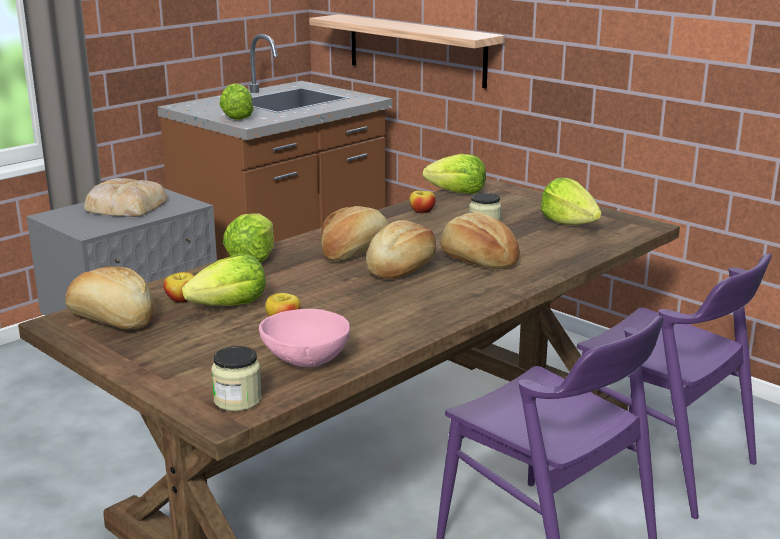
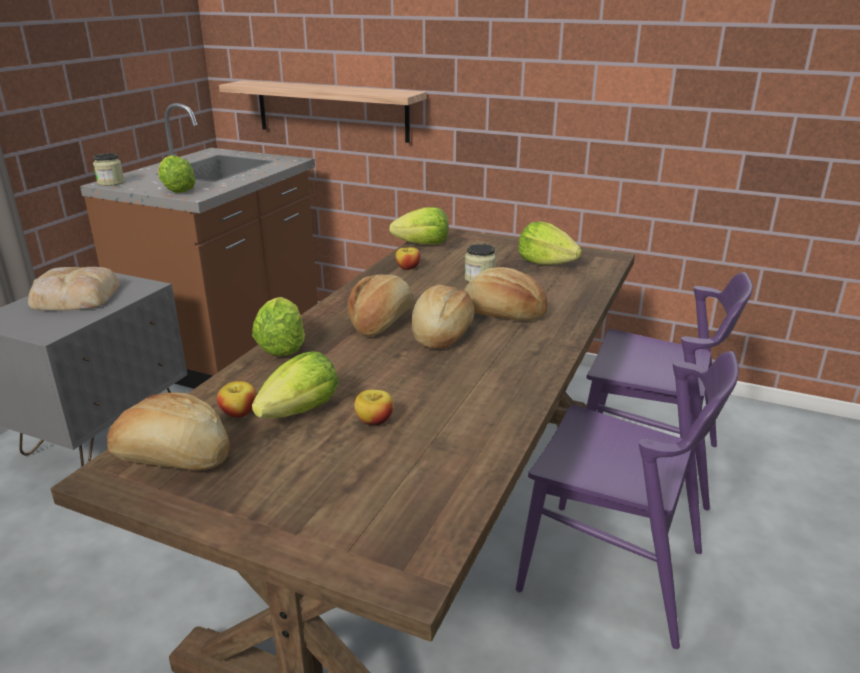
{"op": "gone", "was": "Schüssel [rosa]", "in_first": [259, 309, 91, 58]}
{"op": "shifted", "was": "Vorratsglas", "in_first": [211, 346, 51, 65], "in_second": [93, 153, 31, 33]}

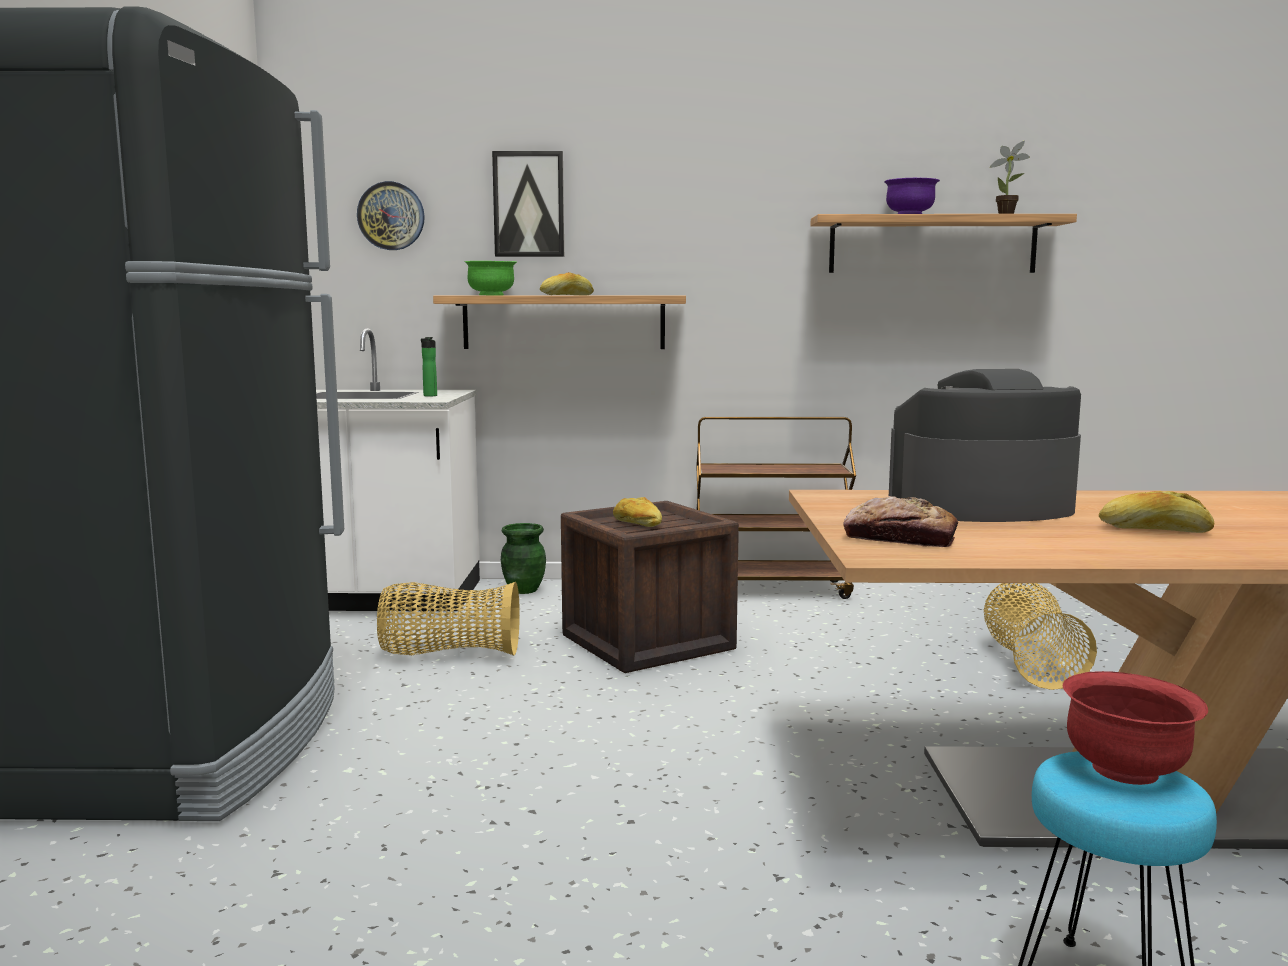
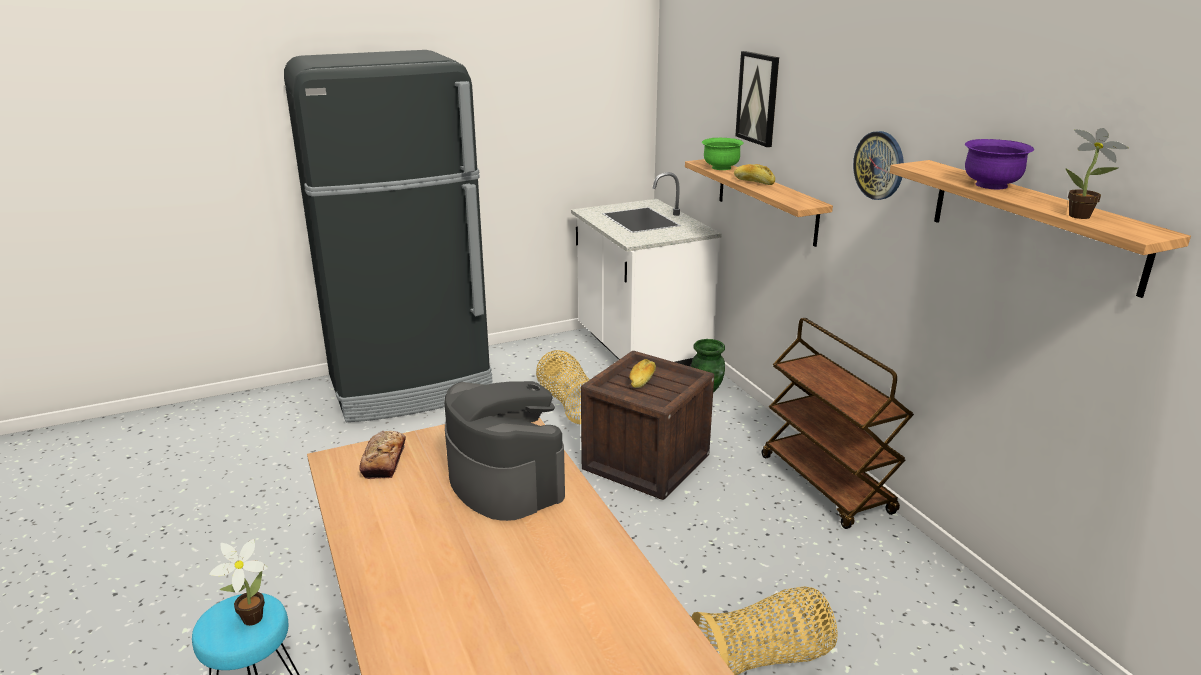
{"op": "gone", "was": "Flasche", "in_first": [421, 337, 16, 60]}
{"op": "gone", "was": "Brot", "in_first": [1099, 491, 115, 42]}
{"op": "shifted", "was": "Wanduhr", "in_first": [357, 181, 68, 69], "in_second": [853, 131, 51, 69]}
{"op": "swapped", "was": "Schüssel [rot]", "now": "Topfpflanze", "in_first": [1063, 671, 145, 114], "in_second": [210, 539, 58, 87]}

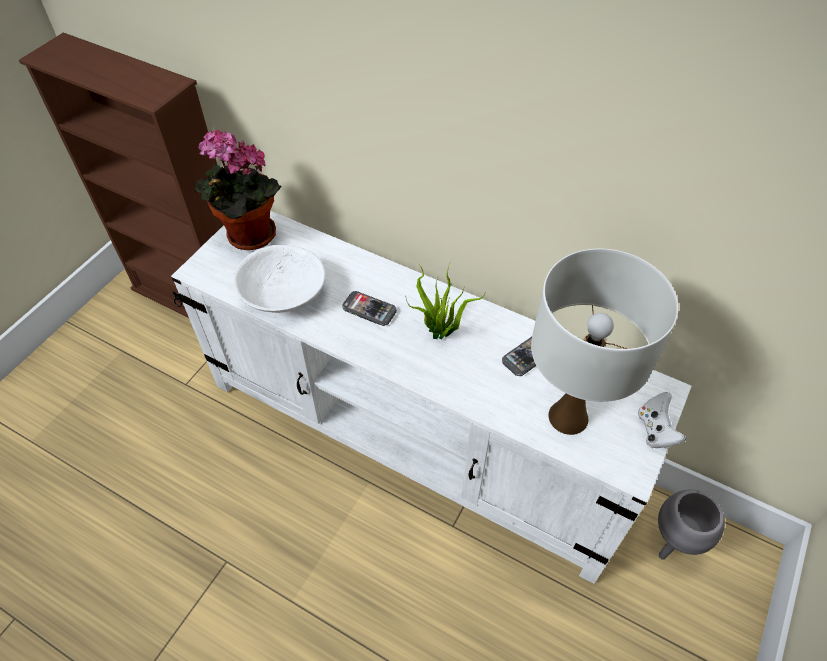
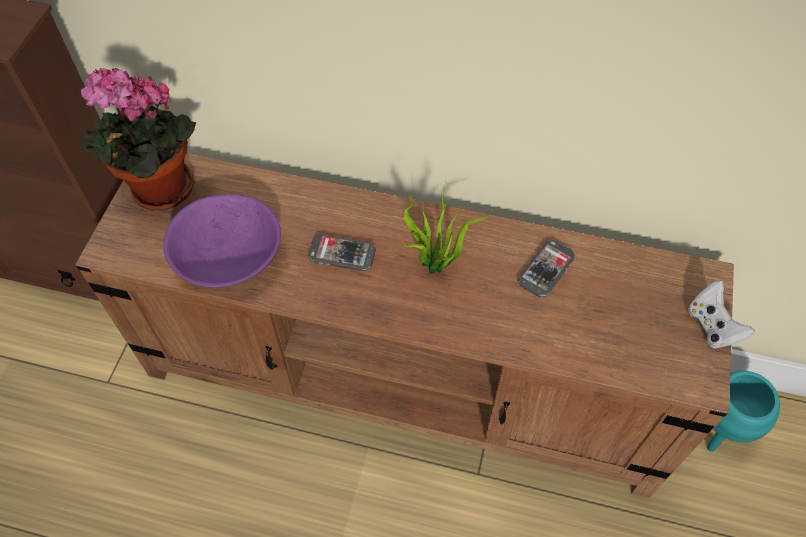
{"op": "gone", "was": "Tischlampe [weiß]", "in_first": [531, 248, 147, 187]}
{"op": "repainted", "was": "Fernsehschrank [weiß]", "now": "Fernsehschrank [braun]", "in_first": [171, 211, 521, 373], "in_second": [75, 153, 659, 345]}
{"op": "repainted", "was": "Schüssel [weiß]", "now": "Schüssel [lila]", "in_first": [233, 245, 92, 68], "in_second": [163, 194, 118, 94]}
{"op": "repainted", "was": "Pflanzkübel [grau]", "now": "Pflanzkübel [türkis]", "in_first": [658, 489, 67, 71], "in_second": [707, 371, 73, 81]}

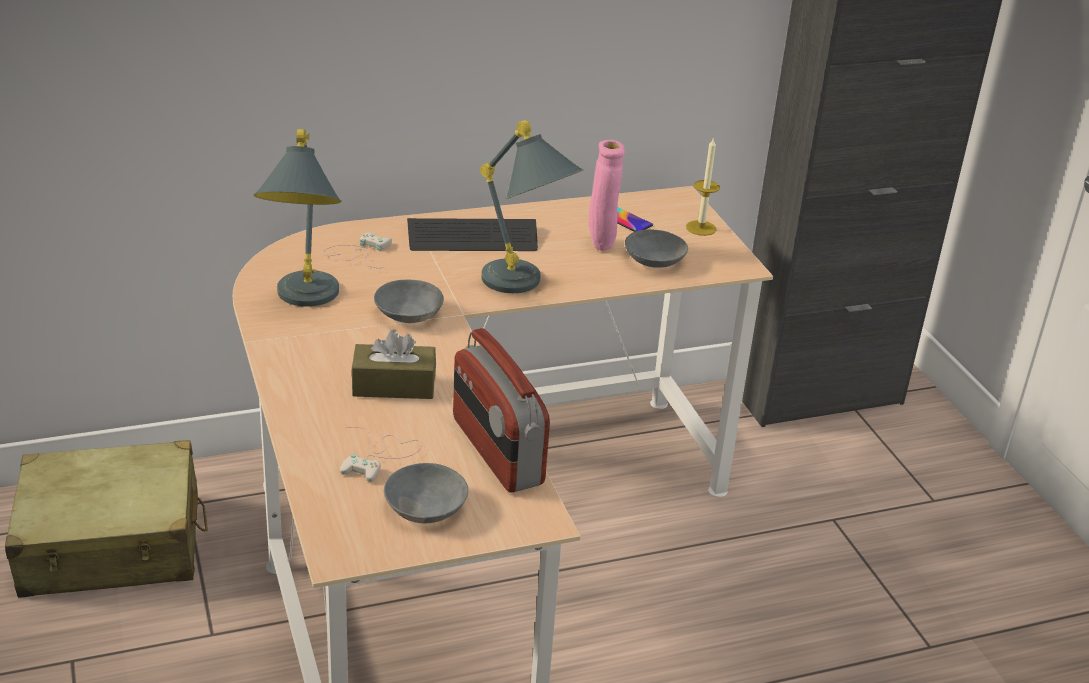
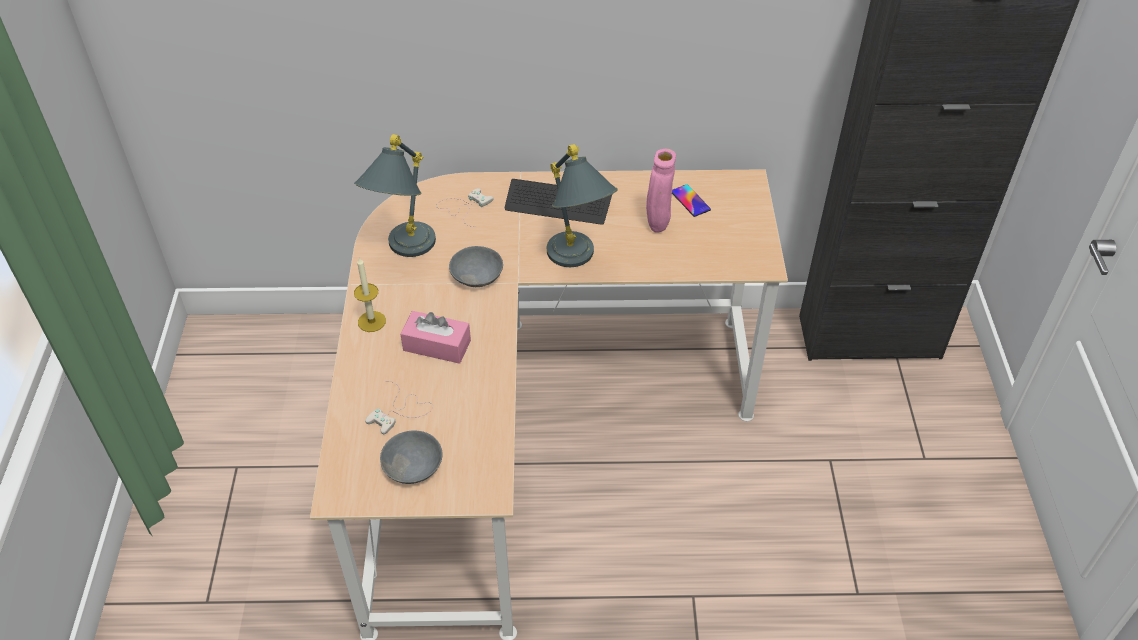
{"op": "gone", "was": "Koffer [beige]", "in_first": [5, 440, 203, 158]}
{"op": "gone", "was": "Radio", "in_first": [453, 328, 97, 164]}
{"op": "gone", "was": "Schüssel [grau]", "in_first": [625, 229, 63, 39]}
{"op": "shifted", "was": "Kerze", "in_first": [686, 137, 34, 99], "in_second": [354, 257, 32, 75]}
{"op": "repainted", "was": "Taschentuchbox [braun]", "now": "Taschentuchbox [rosa]", "in_first": [351, 330, 85, 69], "in_second": [400, 311, 71, 53]}

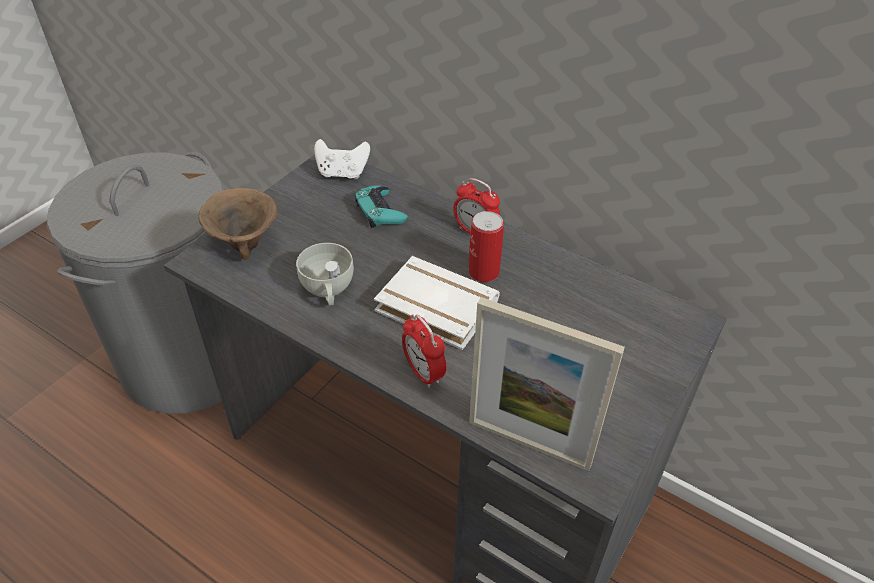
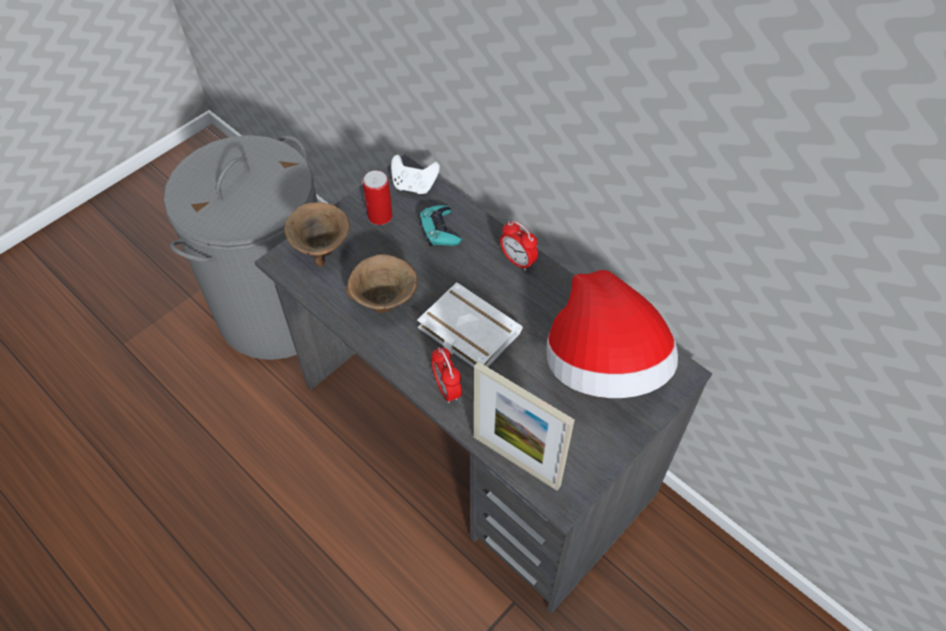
{"op": "new", "now": "Hut", "in_second": [546, 270, 132, 128]}
{"op": "shifted", "was": "Dose", "in_first": [469, 211, 35, 71], "in_second": [363, 171, 29, 54]}
{"op": "swapped", "was": "Tasse [weiß]", "now": "Schüssel [braun]", "in_first": [296, 243, 58, 63], "in_second": [346, 254, 71, 59]}

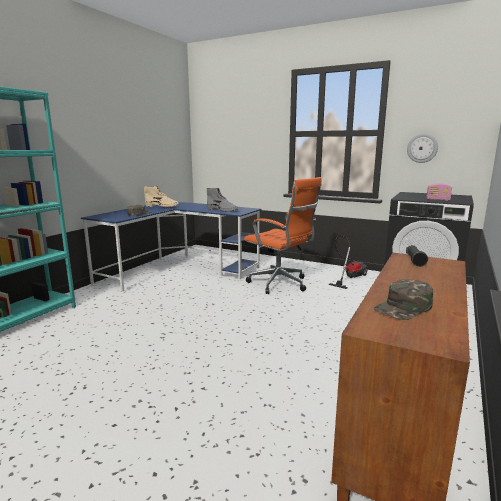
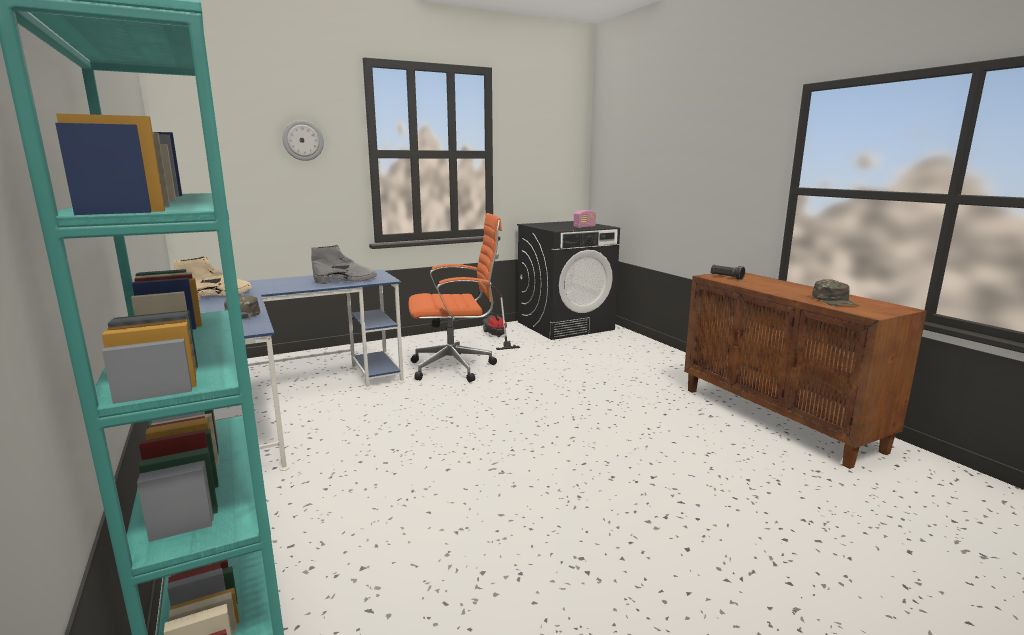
{"op": "shifted", "was": "Wanduhr", "in_first": [407, 134, 31, 29], "in_second": [283, 120, 41, 41]}

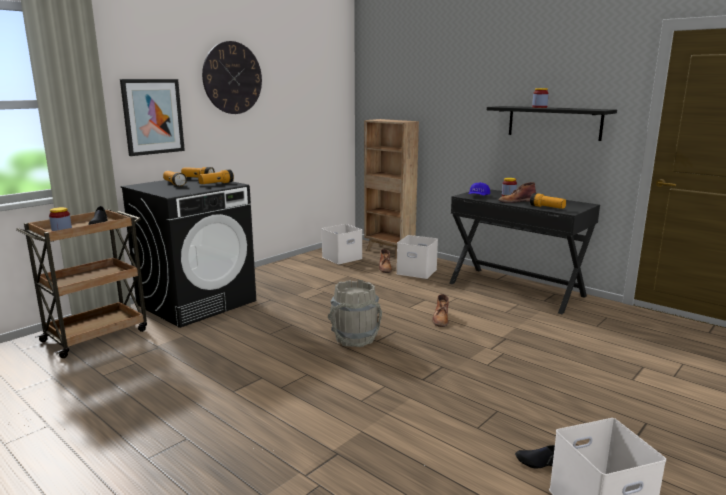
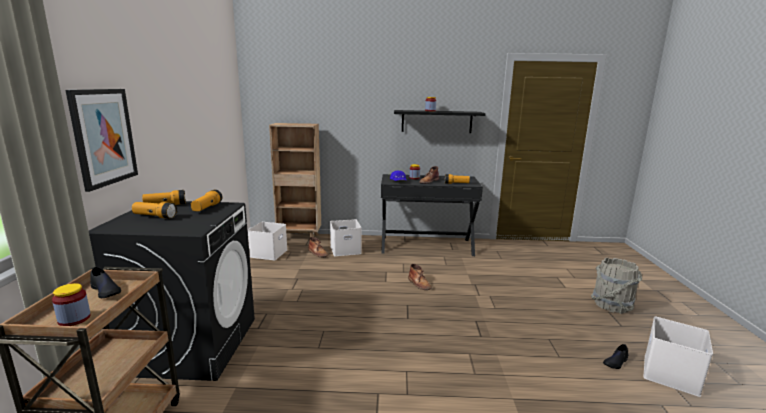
{"op": "gone", "was": "Wanduhr", "in_first": [202, 41, 60, 73]}
{"op": "shifted", "was": "Eimer [grau]", "in_first": [328, 280, 54, 67], "in_second": [591, 258, 51, 56]}

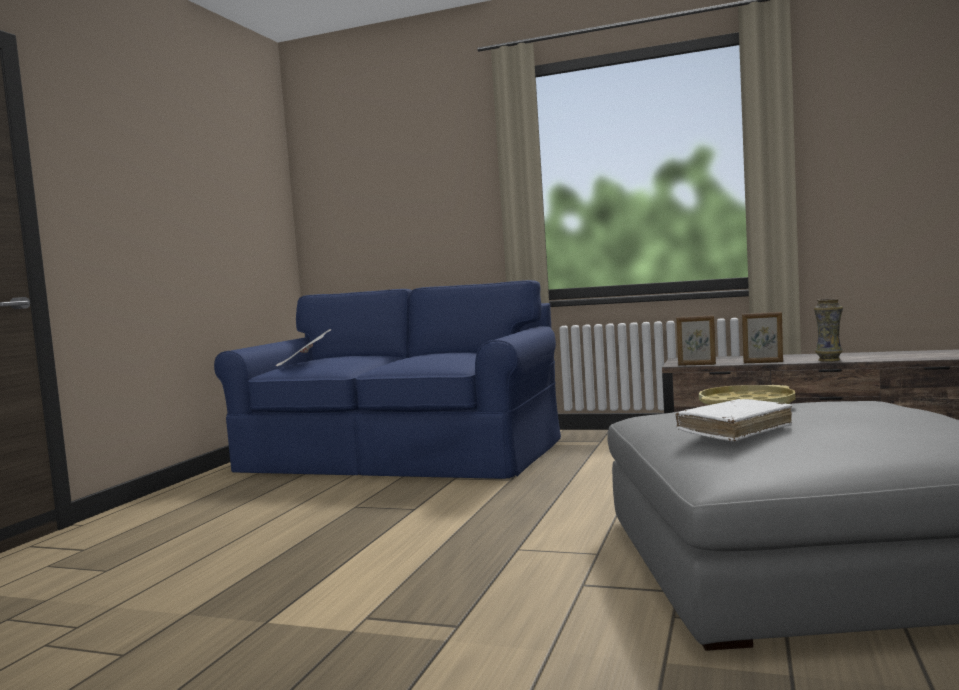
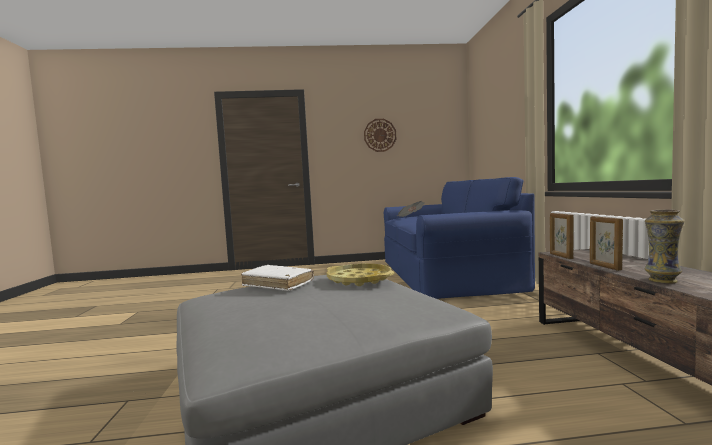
{"op": "new", "now": "Wanduhr", "in_second": [364, 119, 32, 33]}

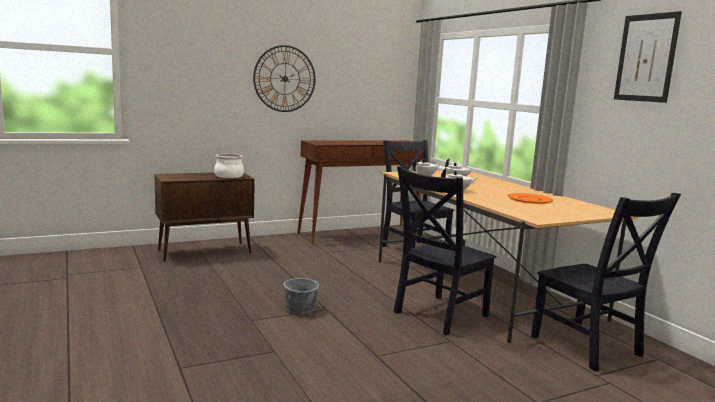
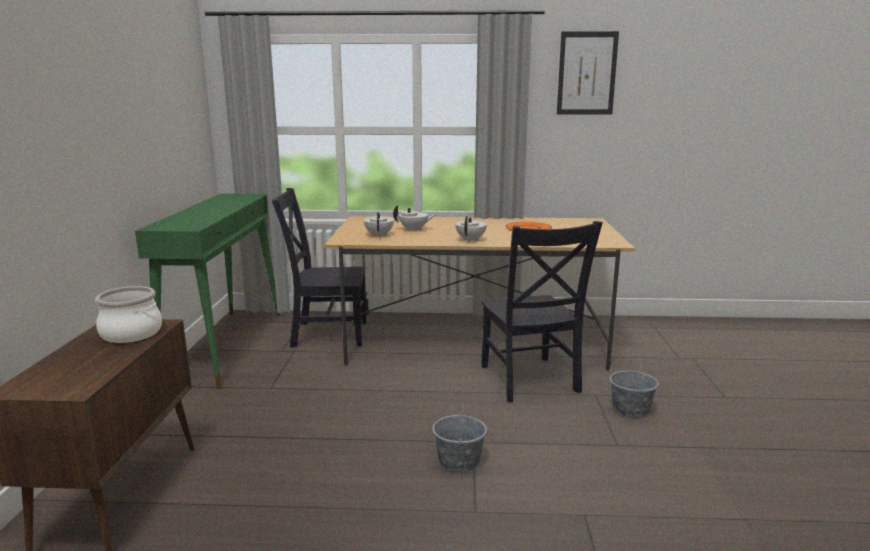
{"op": "gone", "was": "Wanduhr", "in_first": [253, 45, 63, 67]}
{"op": "gone", "was": "Stuhl [schwarz]", "in_first": [531, 193, 150, 178]}
{"op": "new", "now": "Eimer [grau]", "in_second": [610, 357, 49, 61]}
{"op": "repainted", "was": "Konsolentisch [braun]", "now": "Konsolentisch [grün]", "in_first": [297, 140, 127, 104], "in_second": [135, 194, 145, 195]}

